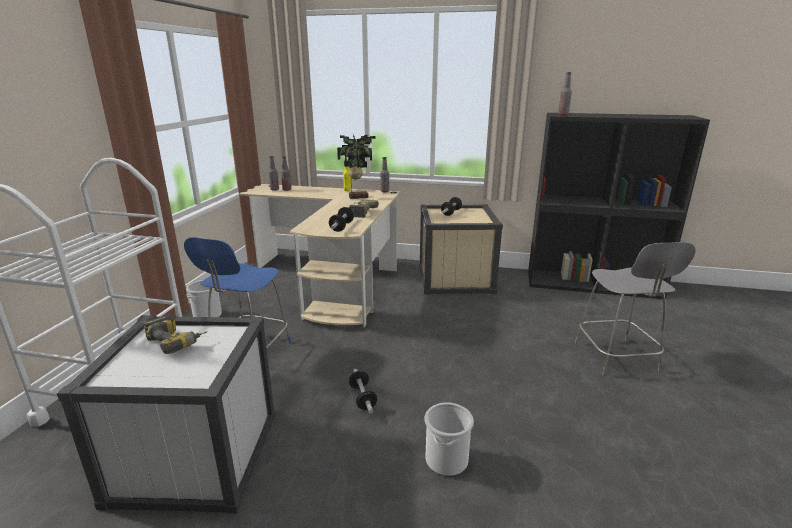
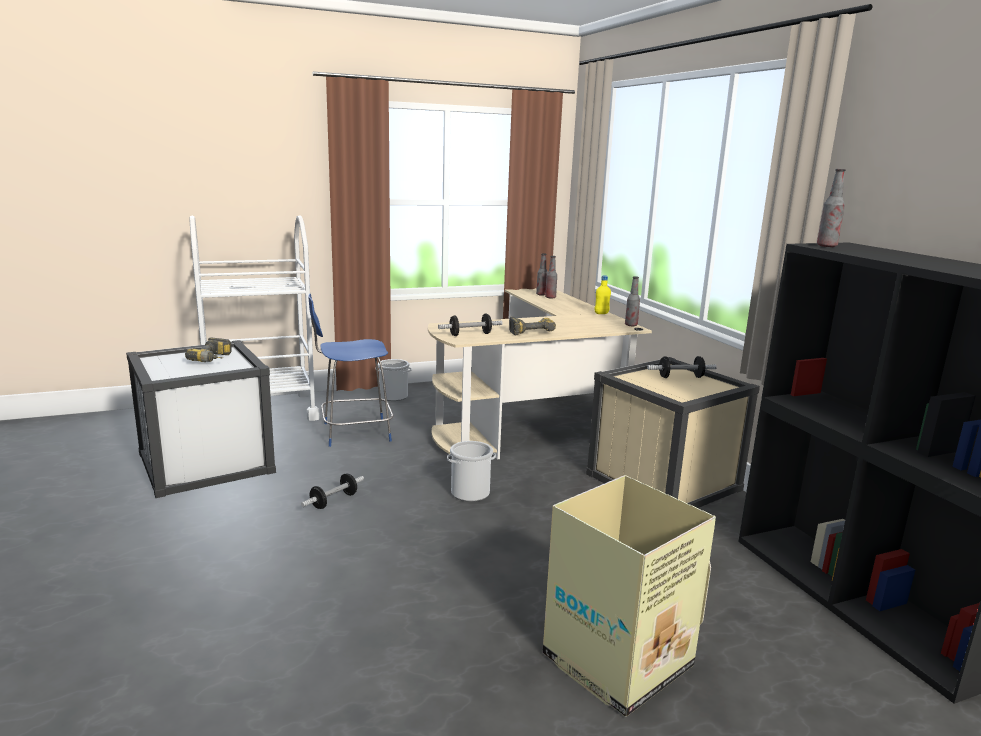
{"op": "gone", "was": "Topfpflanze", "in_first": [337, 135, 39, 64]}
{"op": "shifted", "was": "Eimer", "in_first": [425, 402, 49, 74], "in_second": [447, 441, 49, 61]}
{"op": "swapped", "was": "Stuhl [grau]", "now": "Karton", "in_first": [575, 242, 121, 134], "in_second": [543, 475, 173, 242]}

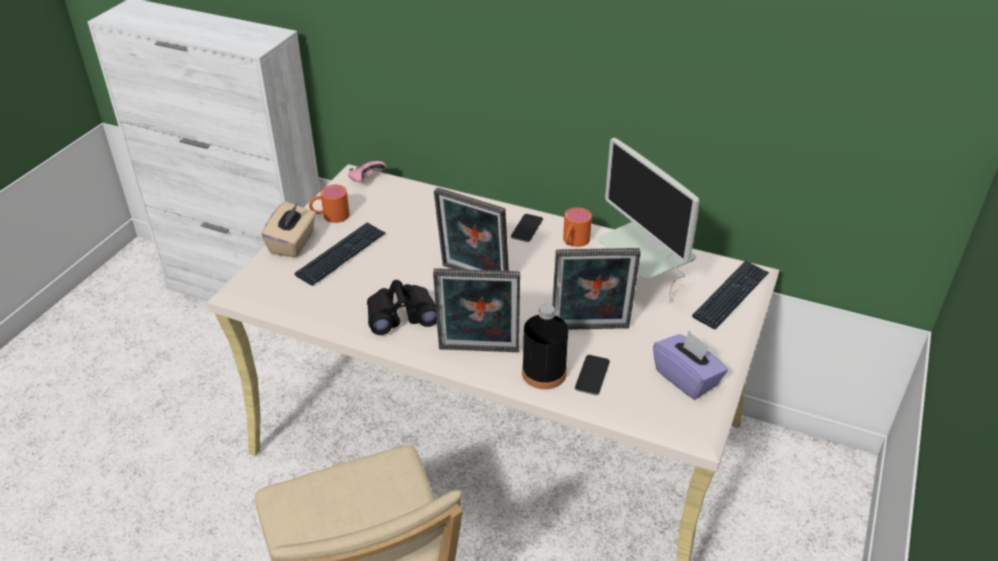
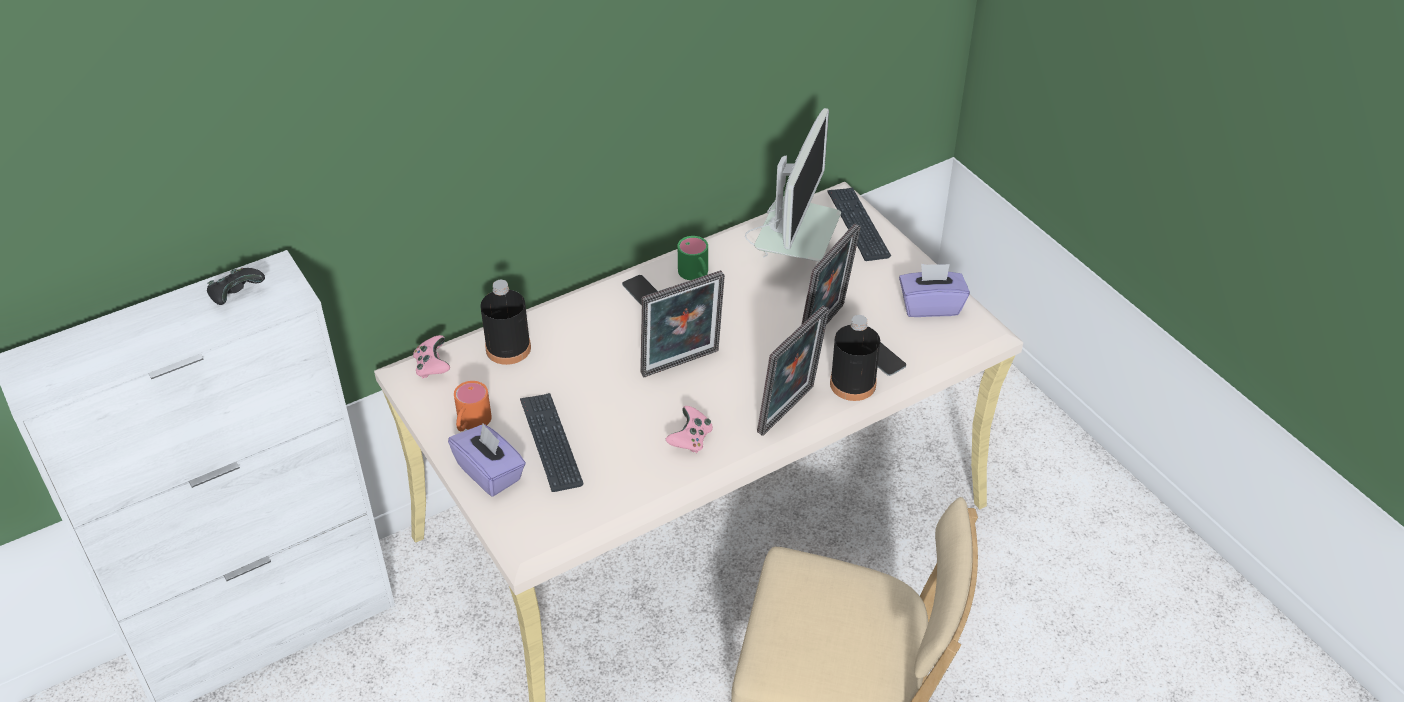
{"op": "new", "now": "Gamepad [schwarz]", "in_second": [207, 268, 58, 37]}
{"op": "new", "now": "Flasche [schwarz]", "in_second": [481, 280, 50, 85]}
{"op": "swapped", "was": "Fernglas [schwarz]", "now": "Gamepad [rosa]", "in_first": [367, 280, 70, 55], "in_second": [666, 406, 47, 47]}
{"op": "repainted", "was": "Taschentuchbox [beige]", "now": "Taschentuchbox [lila]", "in_first": [261, 202, 55, 55], "in_second": [448, 423, 78, 74]}
{"op": "repainted", "was": "Henkelbecher [orange]", "now": "Henkelbecher [grün]", "in_first": [563, 207, 29, 40], "in_second": [678, 236, 30, 44]}
{"op": "rotated", "was": "Monitor", "in_first": [598, 138, 101, 165], "in_second": [745, 108, 96, 153], "clockwise": -75}

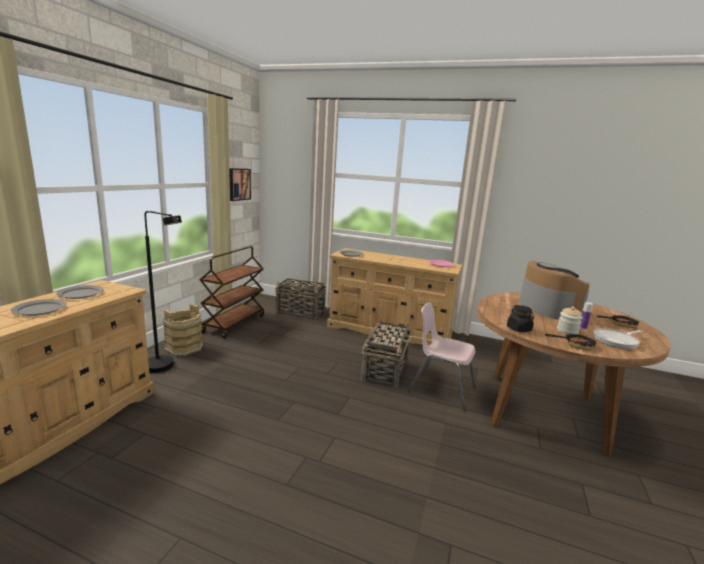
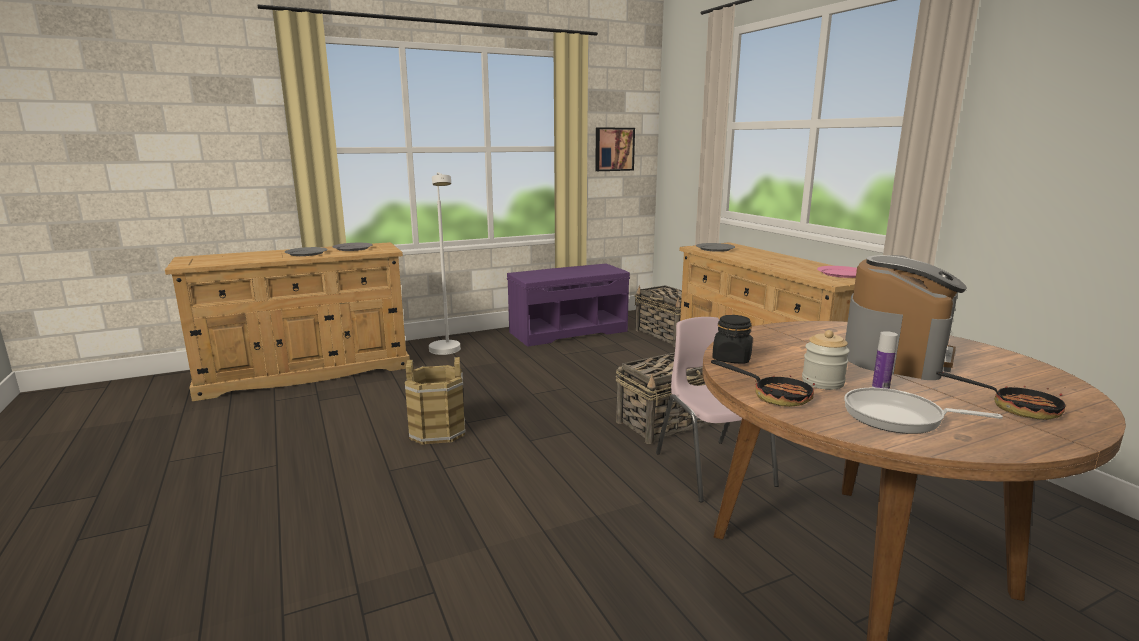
{"op": "shifted", "was": "Eimer [braun]", "in_first": [162, 303, 41, 53], "in_second": [405, 357, 61, 88]}
{"op": "swapped", "was": "Rollwagen [braun]", "now": "Bank [lila]", "in_first": [199, 246, 65, 93], "in_second": [507, 264, 123, 83]}
{"op": "repainted", "was": "Stehlampe [schwarz]", "now": "Stehlampe [weiß]", "in_first": [145, 211, 37, 162], "in_second": [429, 172, 31, 183]}

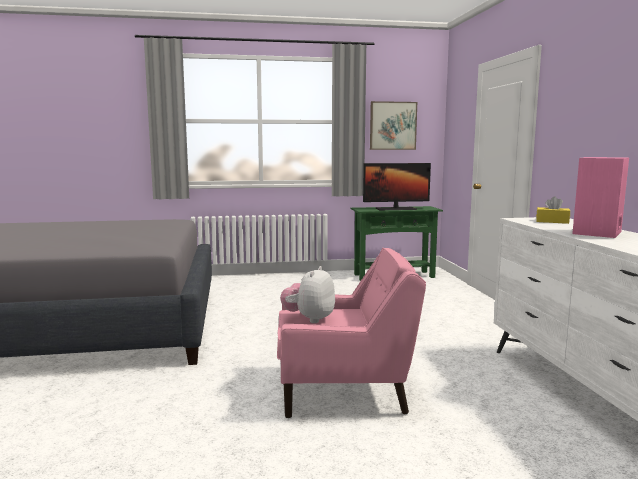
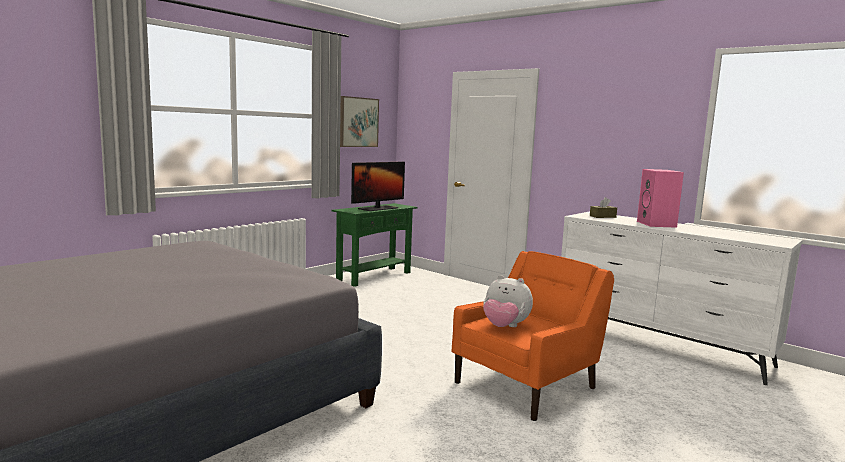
{"op": "repainted", "was": "Sessel [rosa]", "now": "Sessel [orange]", "in_first": [277, 248, 149, 170], "in_second": [452, 251, 162, 170]}
{"op": "repainted", "was": "Taschentuchbox [gelb]", "now": "Taschentuchbox [braun]", "in_first": [536, 196, 34, 28], "in_second": [590, 197, 27, 21]}
{"op": "rotated", "was": "Plüschtier", "in_first": [280, 266, 55, 57], "in_second": [483, 275, 50, 52], "clockwise": -45}

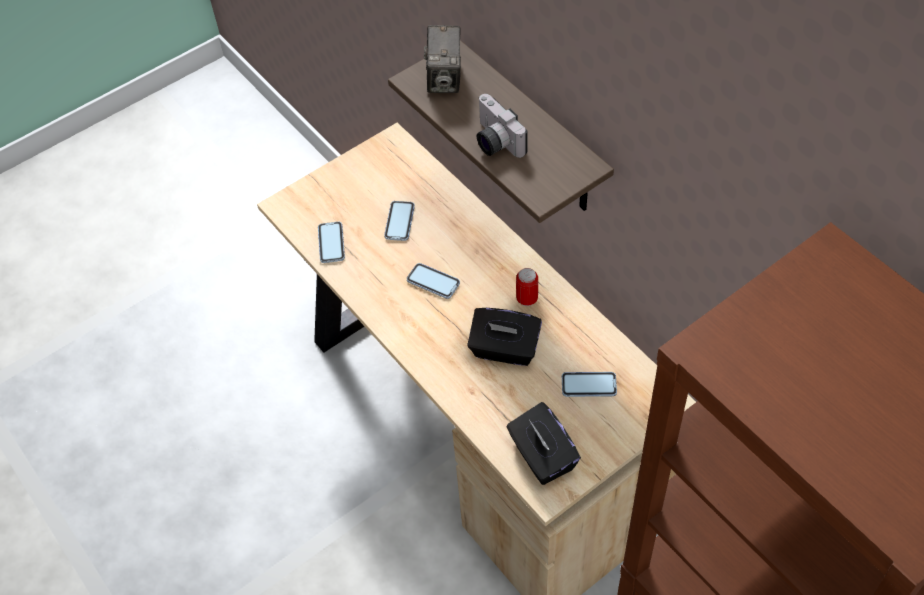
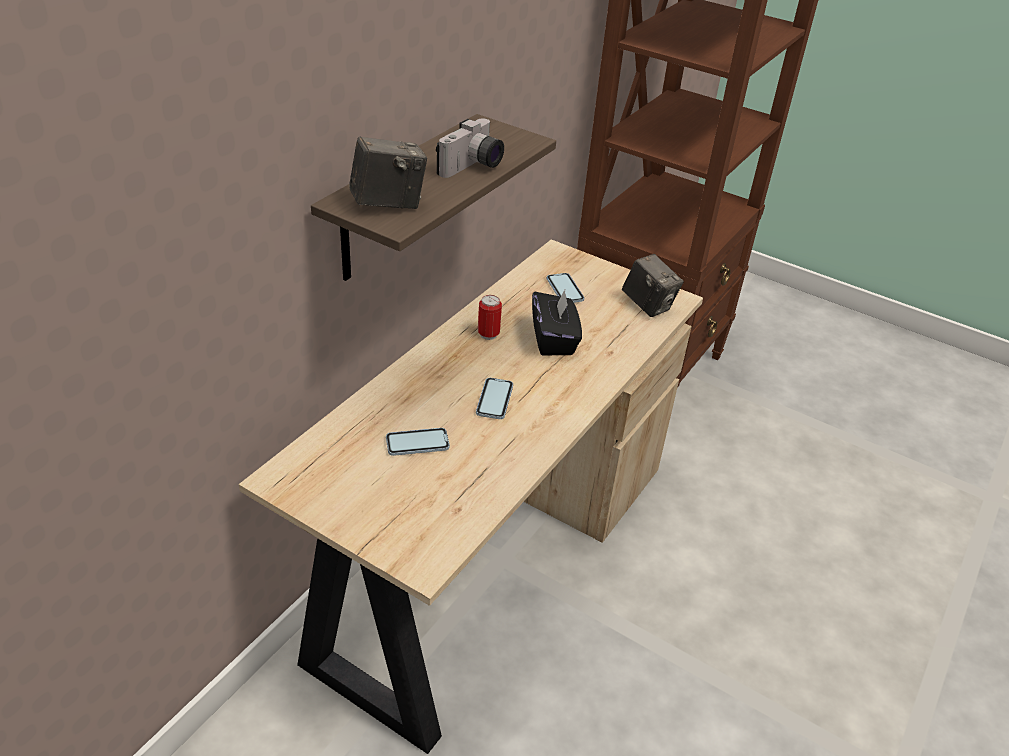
{"op": "gone", "was": "Handy", "in_first": [318, 222, 27, 41]}
{"op": "swapped", "was": "Taschentuchbox [schwarz]", "now": "Kamera", "in_first": [506, 402, 75, 83], "in_second": [622, 254, 62, 63]}

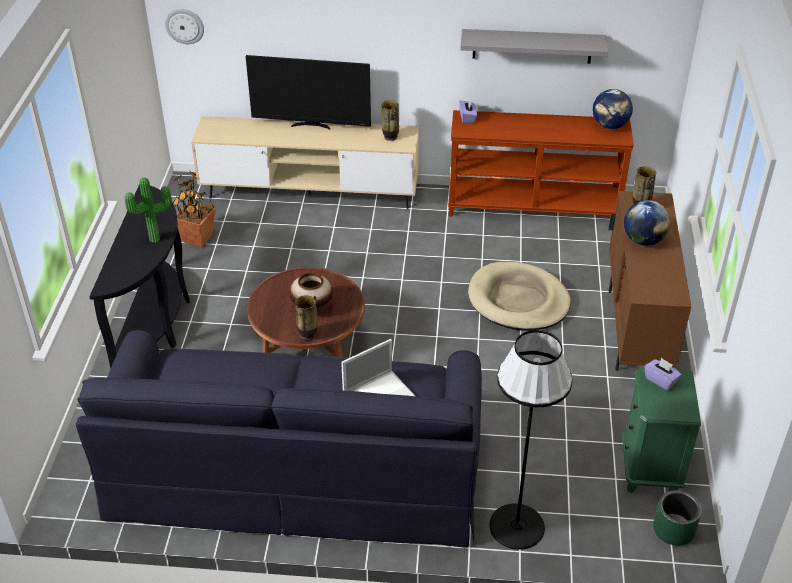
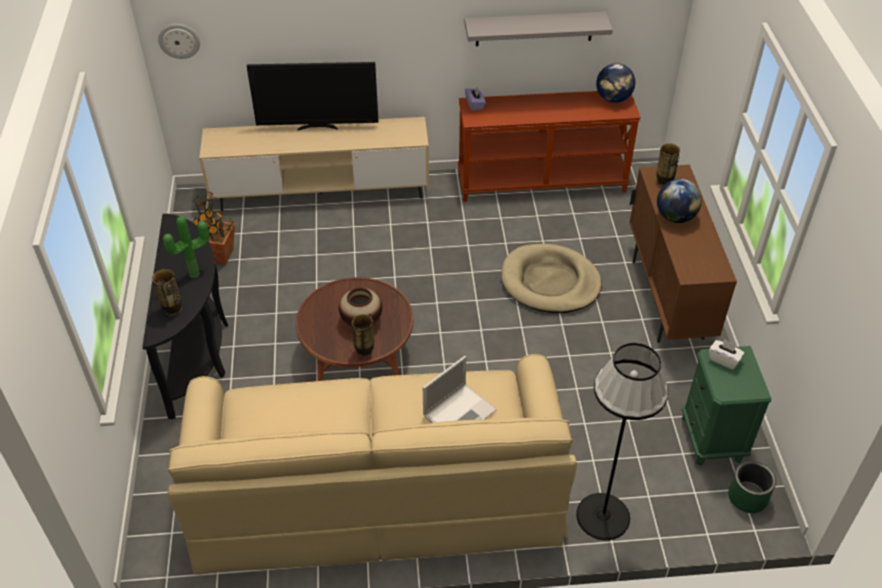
{"op": "shifted", "was": "Vase", "in_first": [382, 100, 17, 41], "in_second": [152, 269, 30, 47]}
{"op": "repainted", "was": "Sofa [schwarz]", "now": "Sofa [beige]", "in_first": [76, 330, 406, 218], "in_second": [167, 354, 410, 221]}
{"op": "repainted", "was": "Taschentuchbox [lila]", "now": "Taschentuchbox [weiß]", "in_first": [645, 358, 37, 32], "in_second": [709, 339, 35, 31]}

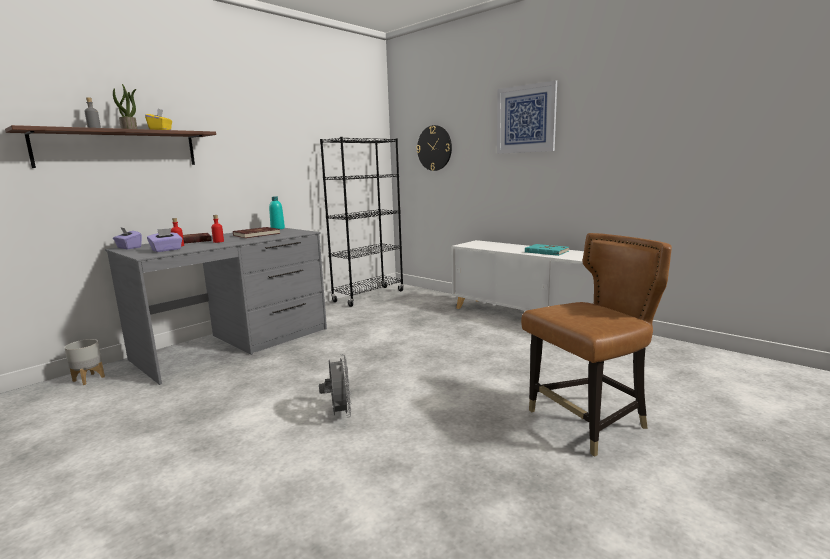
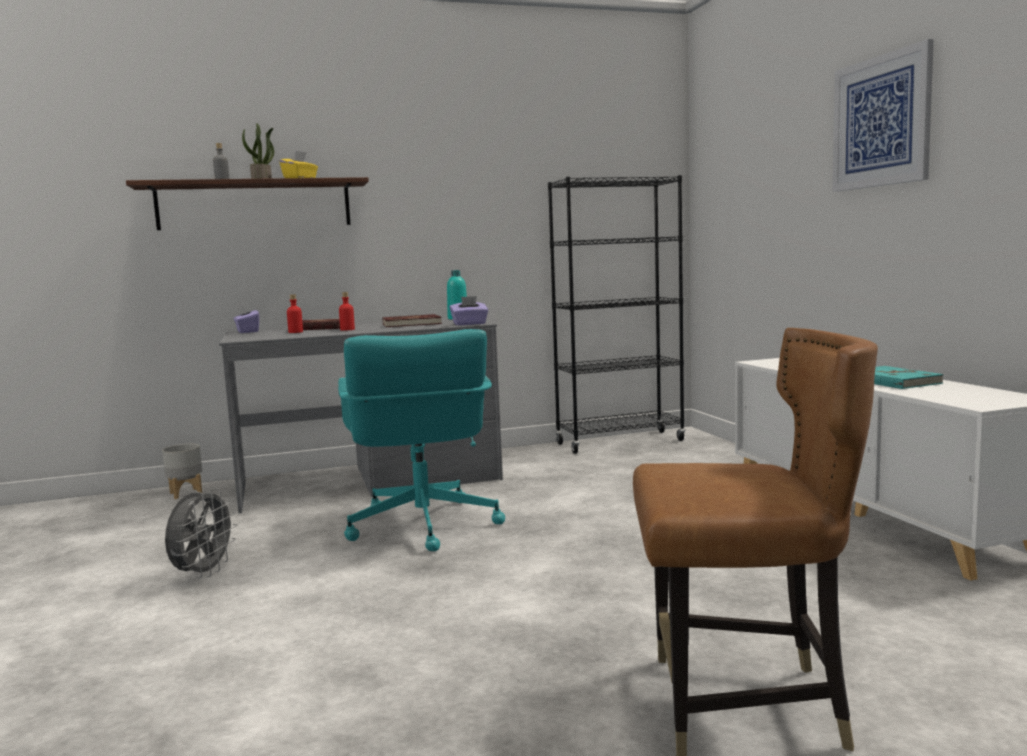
{"op": "gone", "was": "Wanduhr", "in_first": [416, 125, 36, 46]}
{"op": "new", "now": "Bürostuhl [türkis]", "in_second": [338, 329, 167, 222]}
{"op": "shifted", "was": "Taschentuchbox [lila]", "in_first": [147, 228, 35, 24], "in_second": [450, 296, 39, 29]}
{"op": "shifted", "was": "Ventilator [grau]", "in_first": [319, 354, 33, 64], "in_second": [165, 488, 72, 90]}

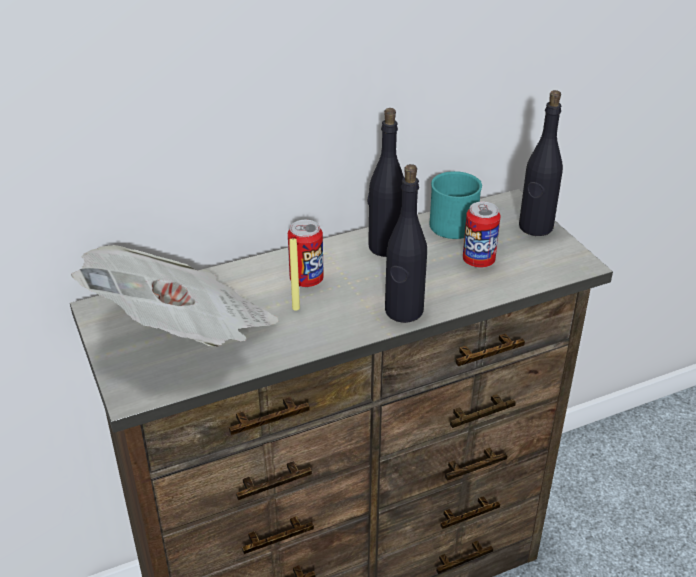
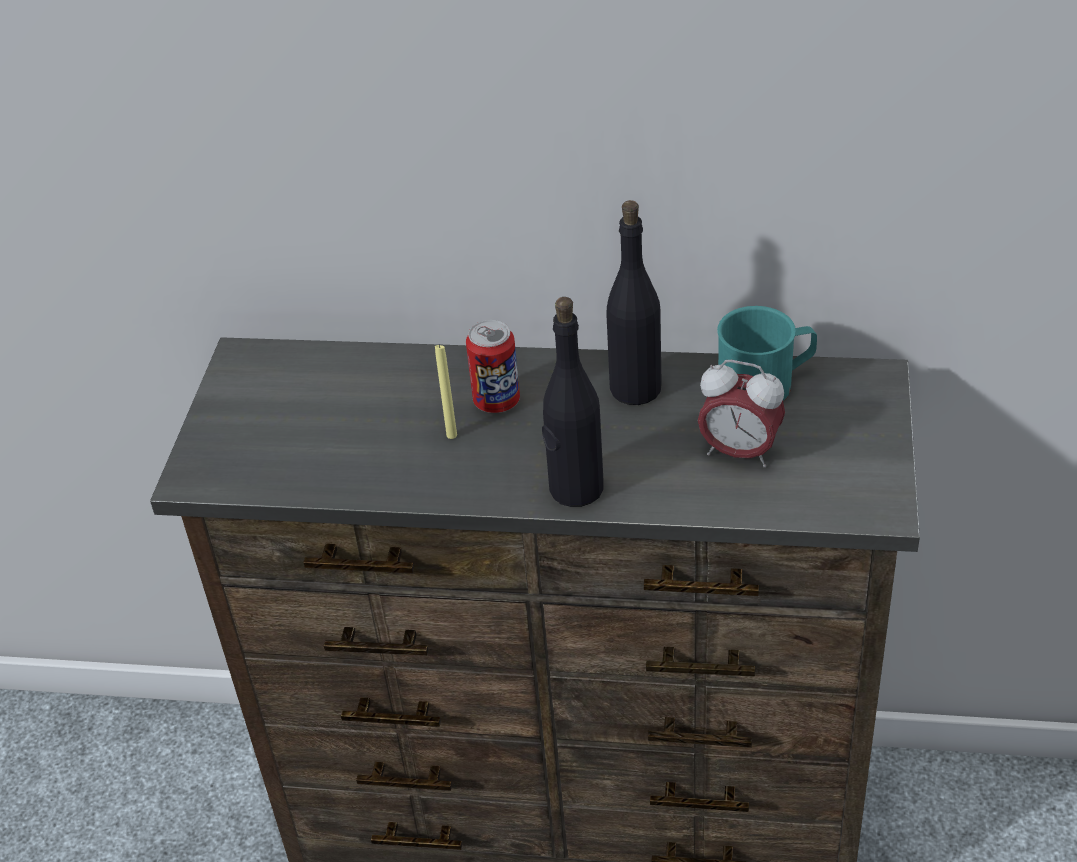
{"op": "gone", "was": "Zeitung", "in_first": [71, 245, 207, 102]}
{"op": "gone", "was": "Flasche [schwarz]", "in_first": [519, 90, 44, 146]}
{"op": "swapped", "was": "Dose", "now": "Wecker", "in_first": [463, 201, 38, 67], "in_second": [698, 360, 87, 108]}

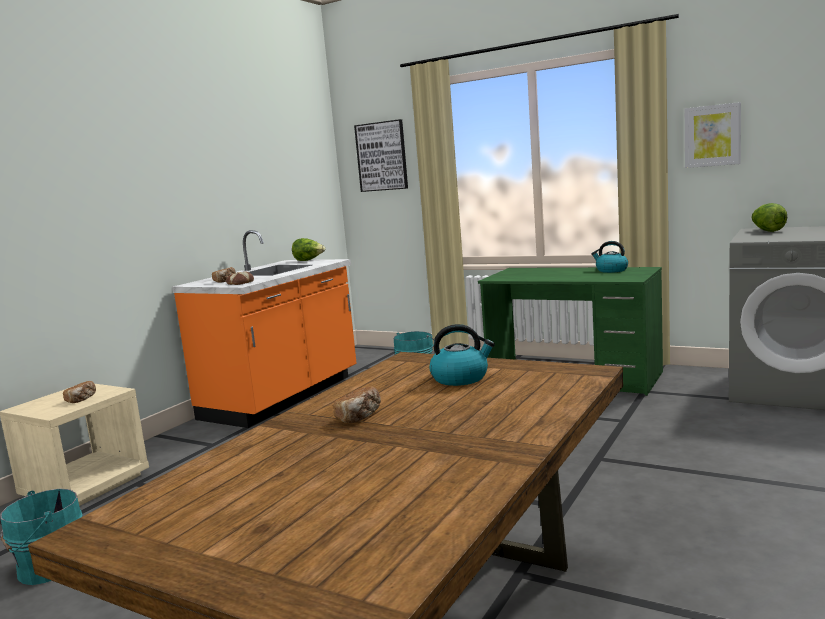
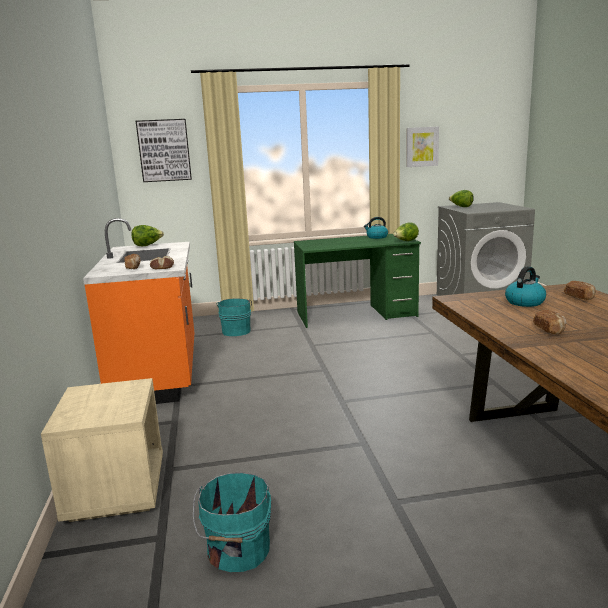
{"op": "new", "now": "Salatkopf", "in_second": [393, 222, 26, 19]}
{"op": "shifted", "was": "Brot", "in_first": [63, 381, 33, 22], "in_second": [564, 281, 32, 19]}

